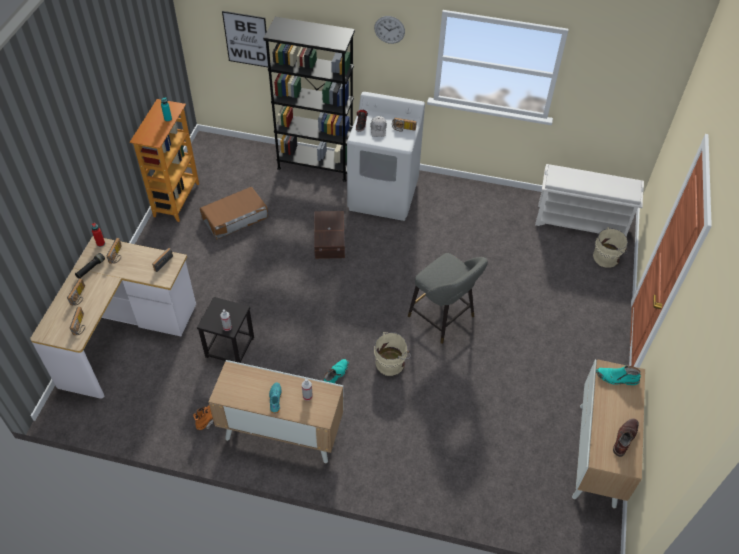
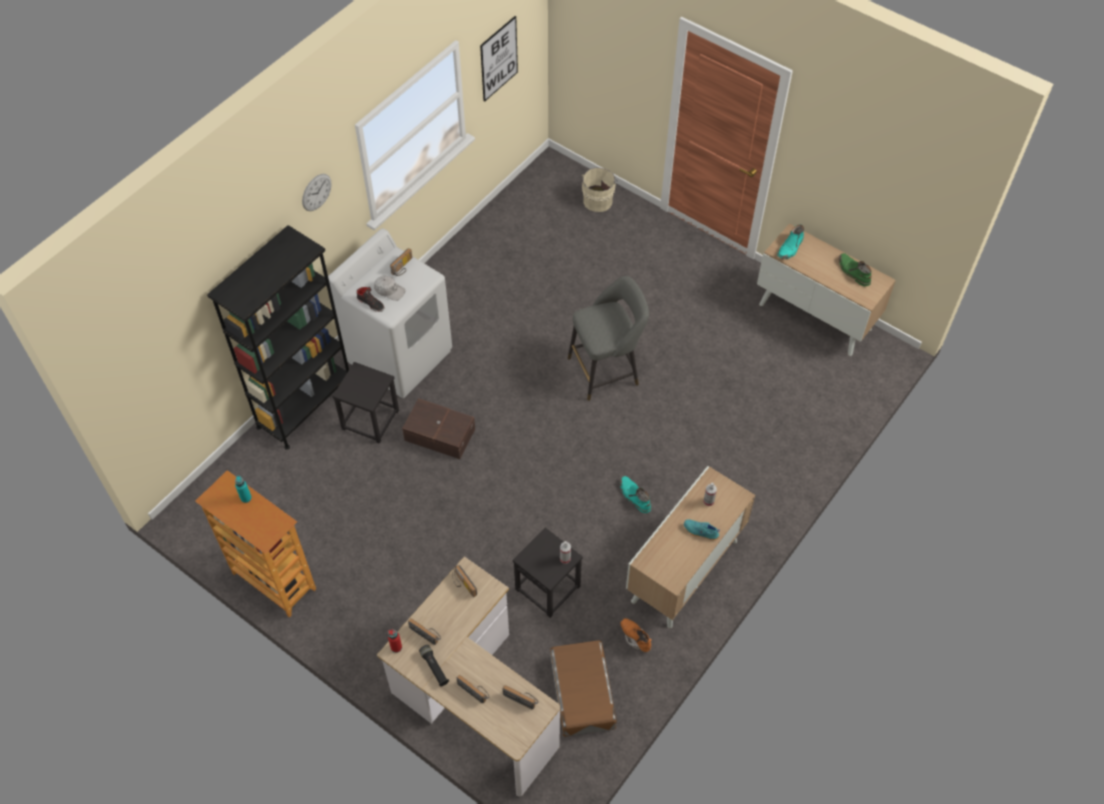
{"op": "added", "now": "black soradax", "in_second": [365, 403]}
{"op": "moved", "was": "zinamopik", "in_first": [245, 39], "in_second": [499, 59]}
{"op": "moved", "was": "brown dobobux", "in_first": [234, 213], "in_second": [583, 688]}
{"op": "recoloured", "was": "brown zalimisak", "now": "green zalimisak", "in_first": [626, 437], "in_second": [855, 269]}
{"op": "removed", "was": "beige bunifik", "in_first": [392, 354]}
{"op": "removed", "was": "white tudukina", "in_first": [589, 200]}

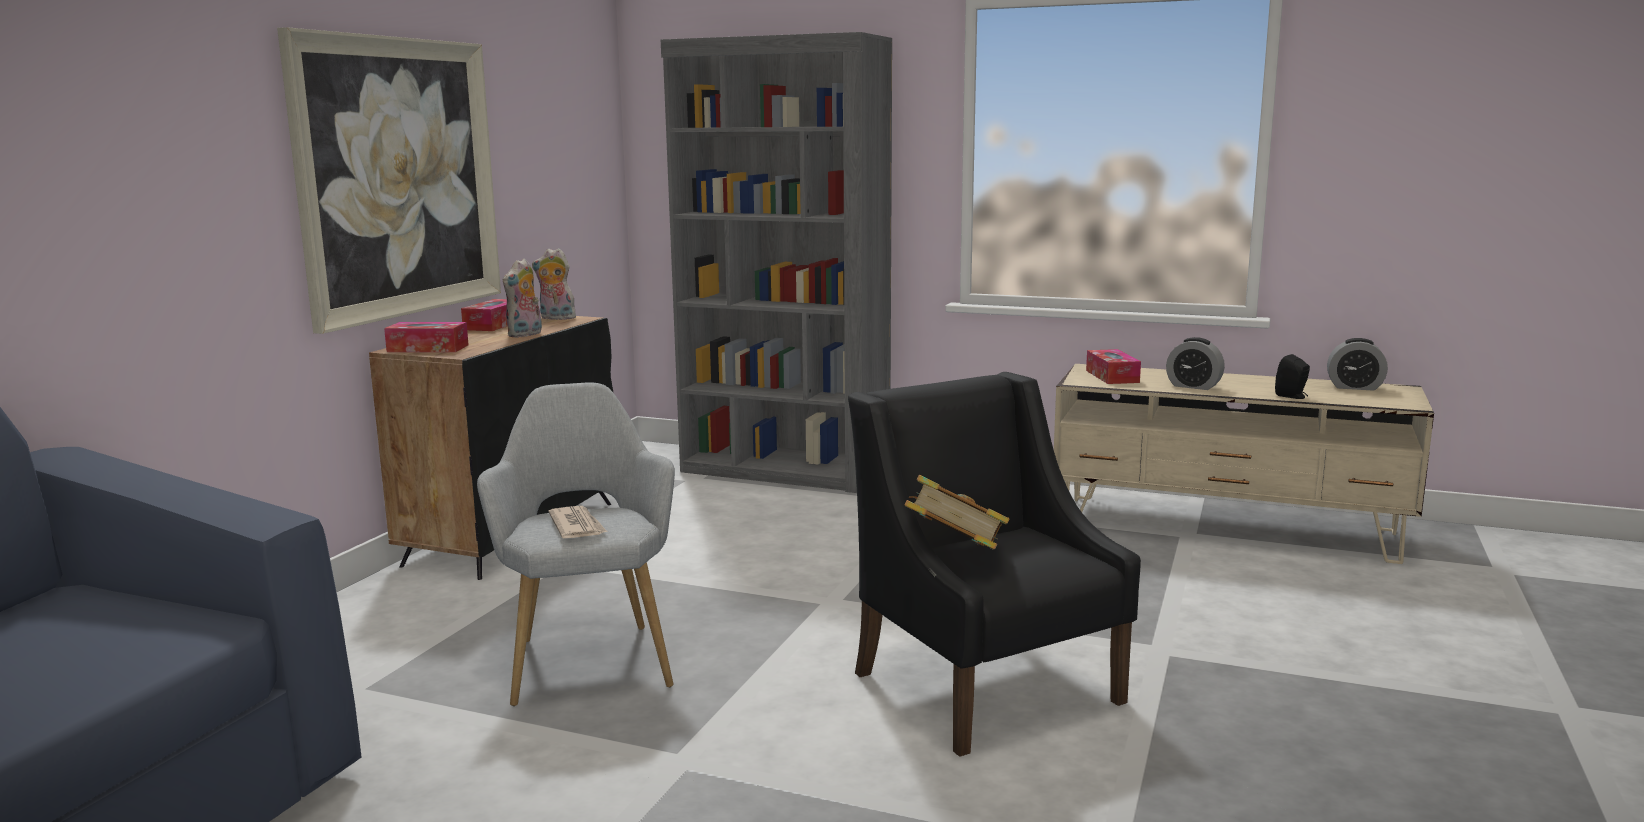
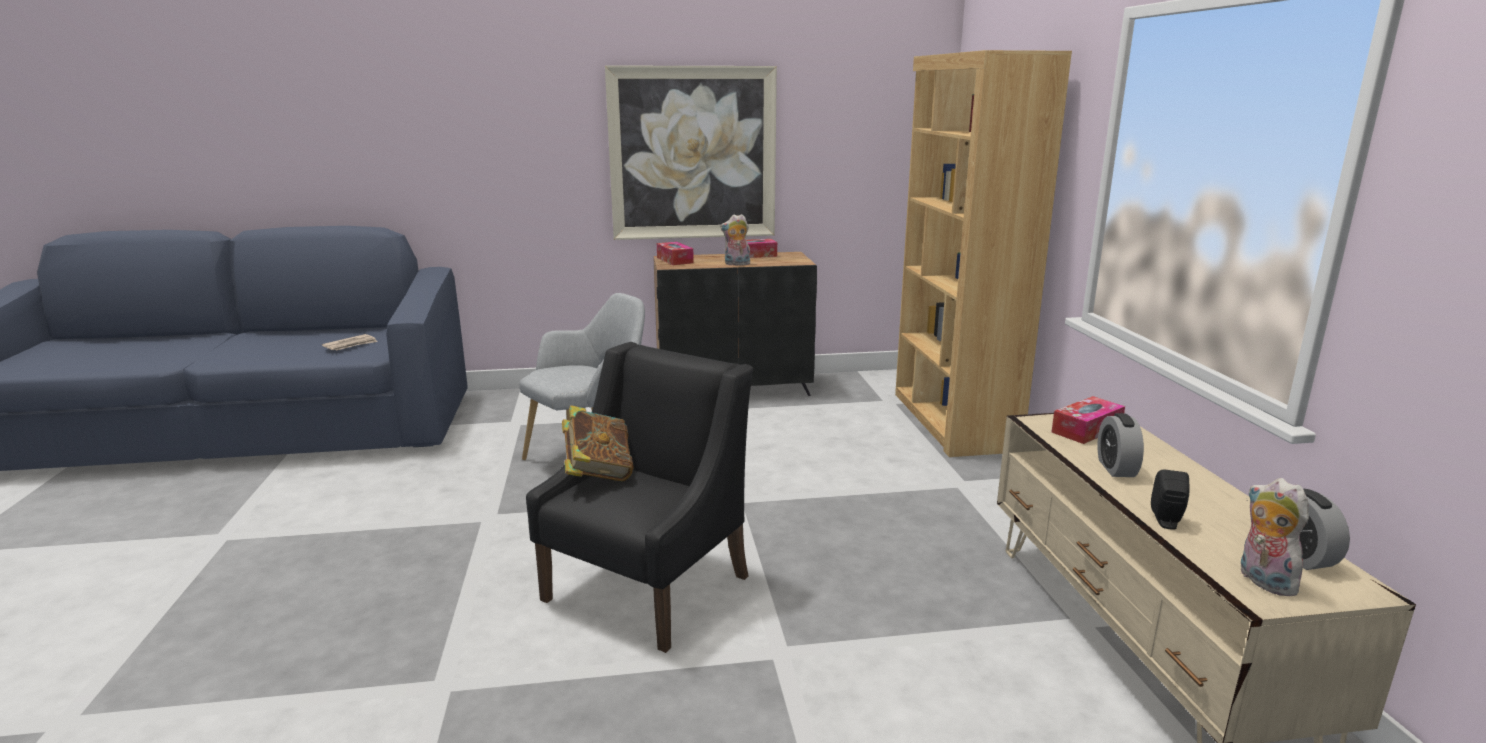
{"op": "moved", "was": "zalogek", "in_first": [578, 522], "in_second": [350, 342]}
{"op": "recoloured", "was": "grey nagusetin", "now": "brown nagusetin", "in_first": [776, 262], "in_second": [983, 253]}
{"op": "moved", "was": "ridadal", "in_first": [555, 284], "in_second": [1274, 537]}

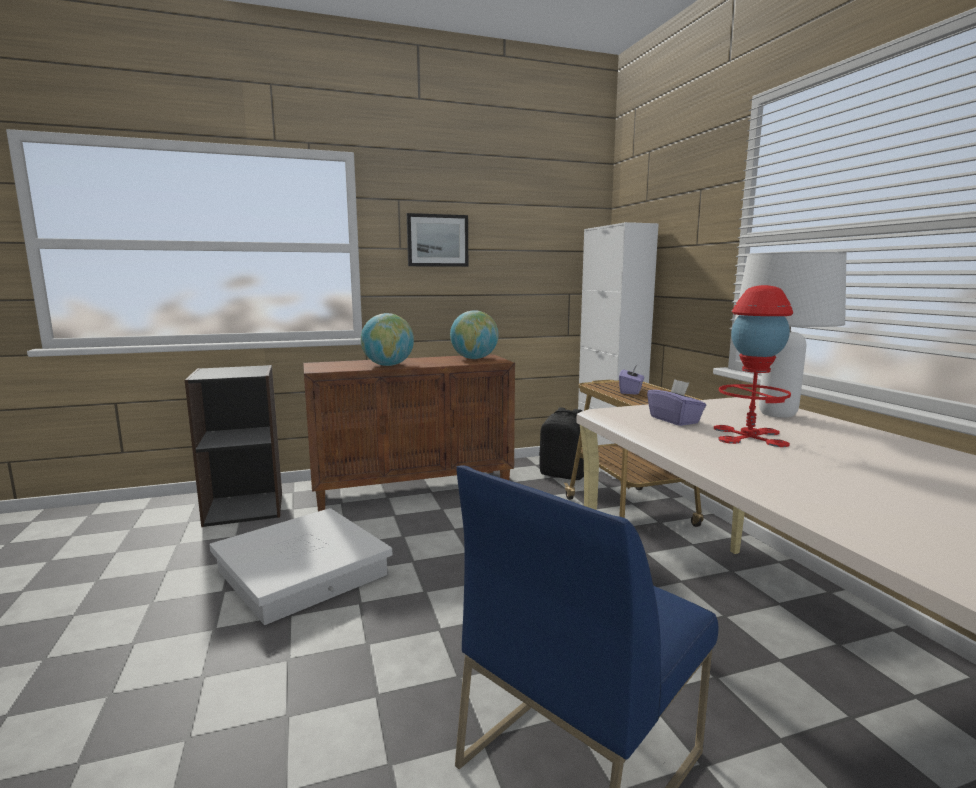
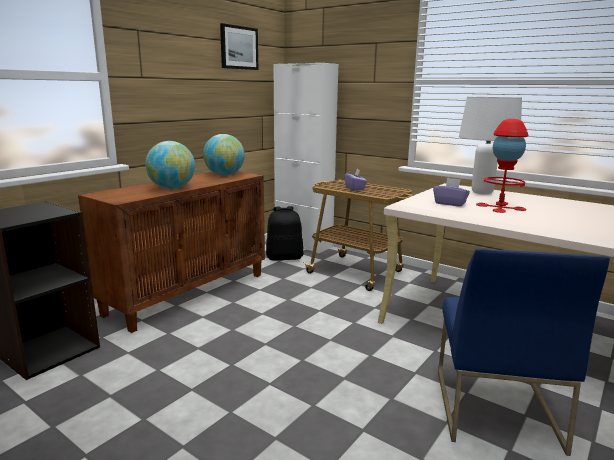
{"op": "moved", "was": "zinamopik", "in_first": [437, 240], "in_second": [239, 46]}
{"op": "removed", "was": "white dobobux", "in_first": [300, 566]}

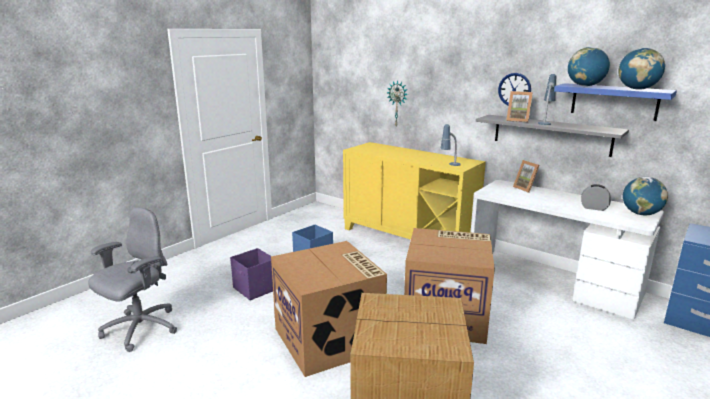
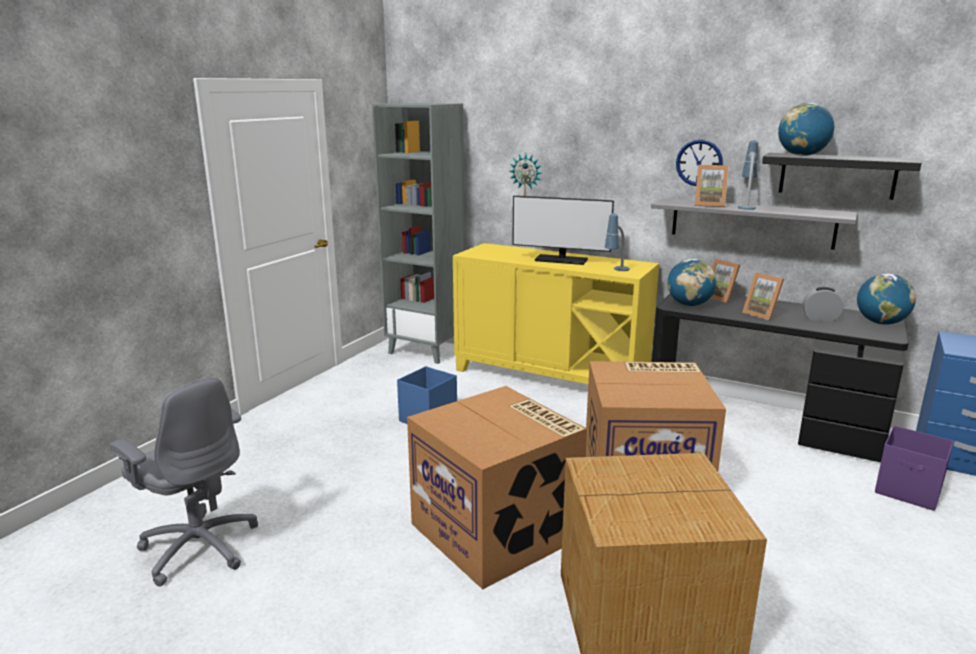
{"op": "turned", "was": "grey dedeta", "in_first": [132, 280], "in_second": [184, 481], "clockwise": 105}
{"op": "added", "now": "grey nagusetin", "in_second": [418, 233]}
{"op": "added", "now": "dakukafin", "in_second": [563, 230]}
{"op": "recoloured", "was": "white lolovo", "now": "black lolovo", "in_first": [567, 249], "in_second": [780, 378]}
{"op": "moved", "was": "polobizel", "in_first": [641, 69], "in_second": [692, 282]}
{"op": "added", "now": "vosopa", "in_second": [763, 296]}
{"op": "recoloured", "was": "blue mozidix", "now": "black mozidix", "in_first": [615, 102], "in_second": [842, 176]}
{"op": "moved", "was": "purple dobobux", "in_first": [251, 274], "in_second": [914, 468]}

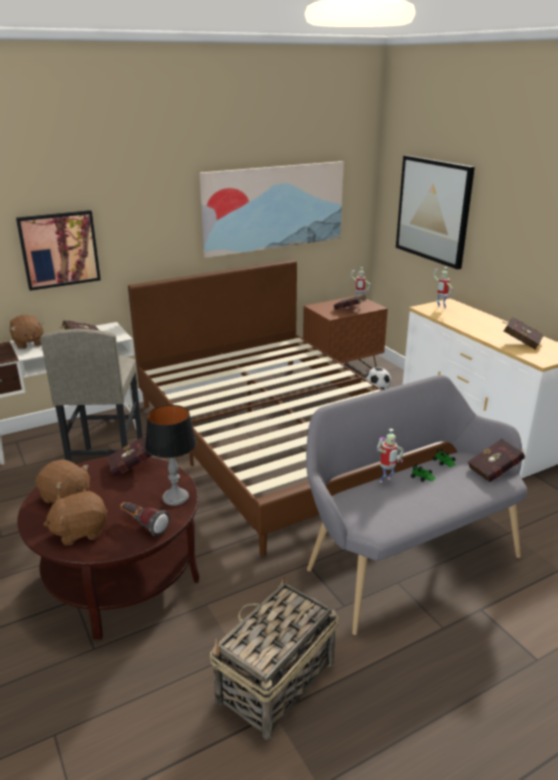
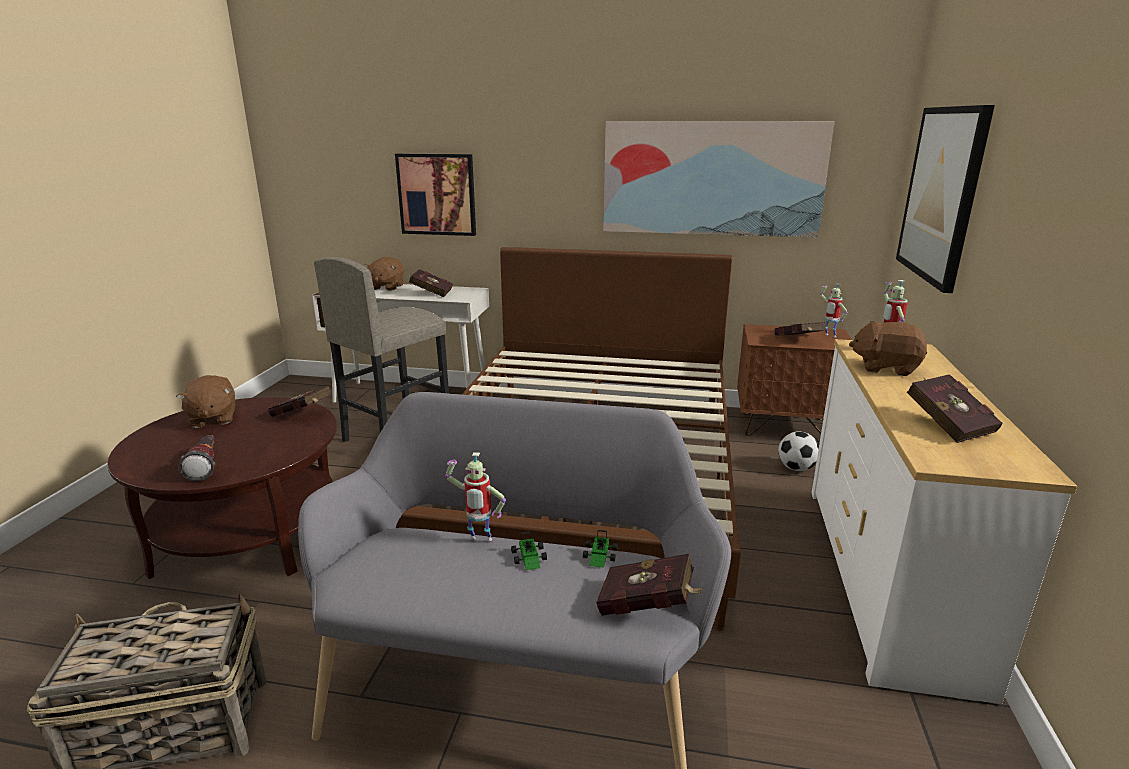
{"op": "moved", "was": "brown ridadal", "in_first": [75, 518], "in_second": [888, 348]}
{"op": "removed", "was": "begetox", "in_first": [171, 455]}

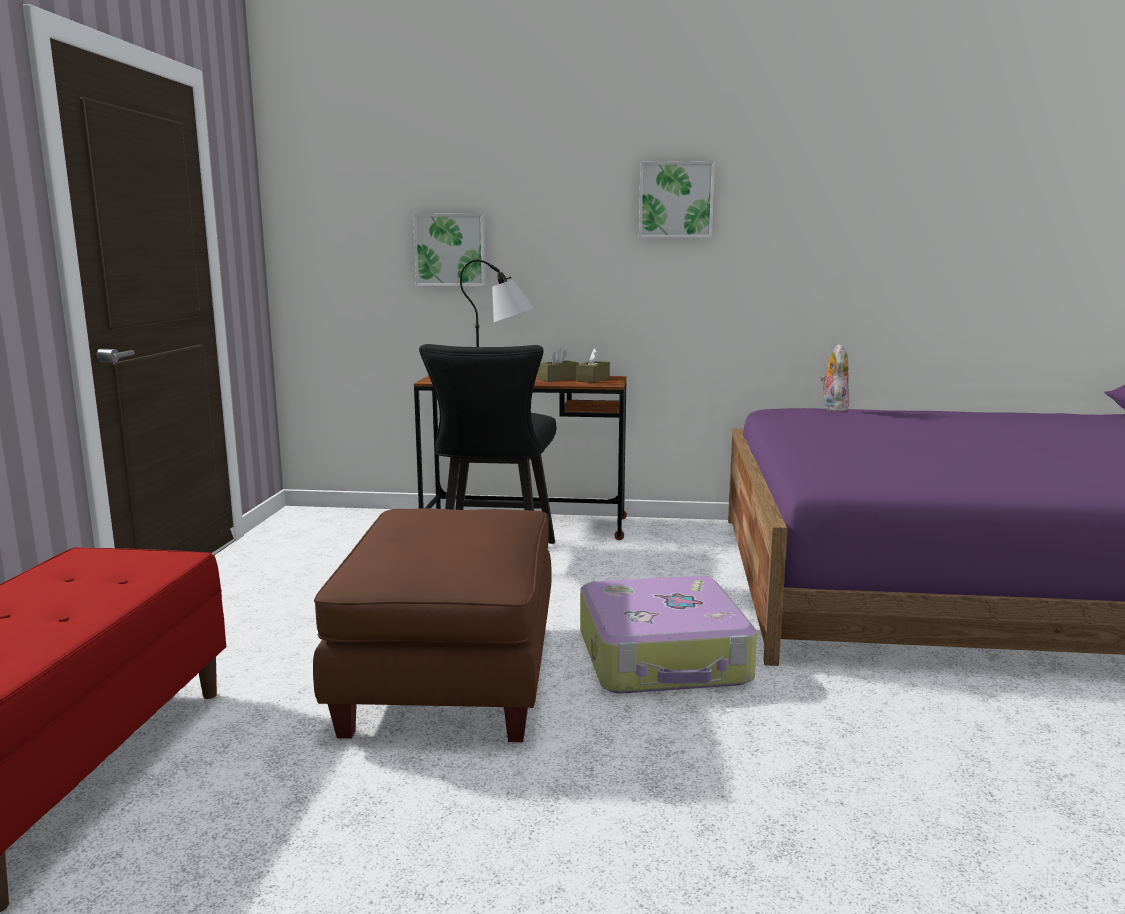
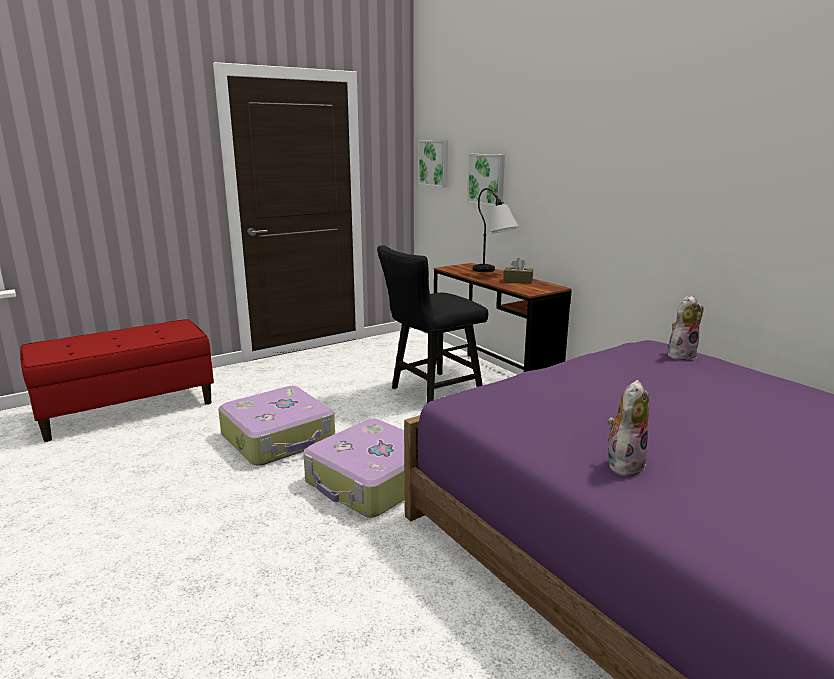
{"op": "replaced", "was": "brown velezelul", "now": "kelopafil", "in_first": [432, 625], "in_second": [276, 426]}
{"op": "moved", "was": "zinamopik", "in_first": [677, 199], "in_second": [433, 164]}
{"op": "added", "now": "ridadal", "in_second": [628, 429]}
{"op": "removed", "was": "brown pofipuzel", "in_first": [593, 365]}

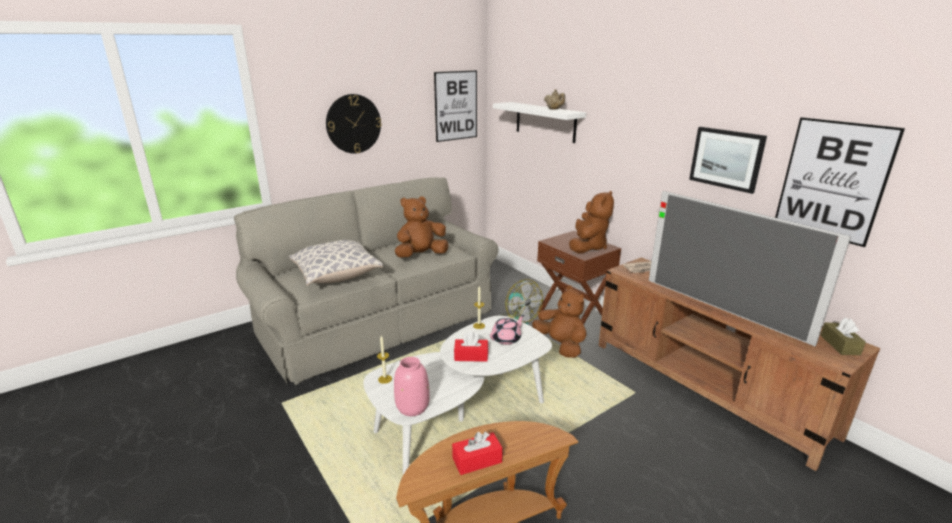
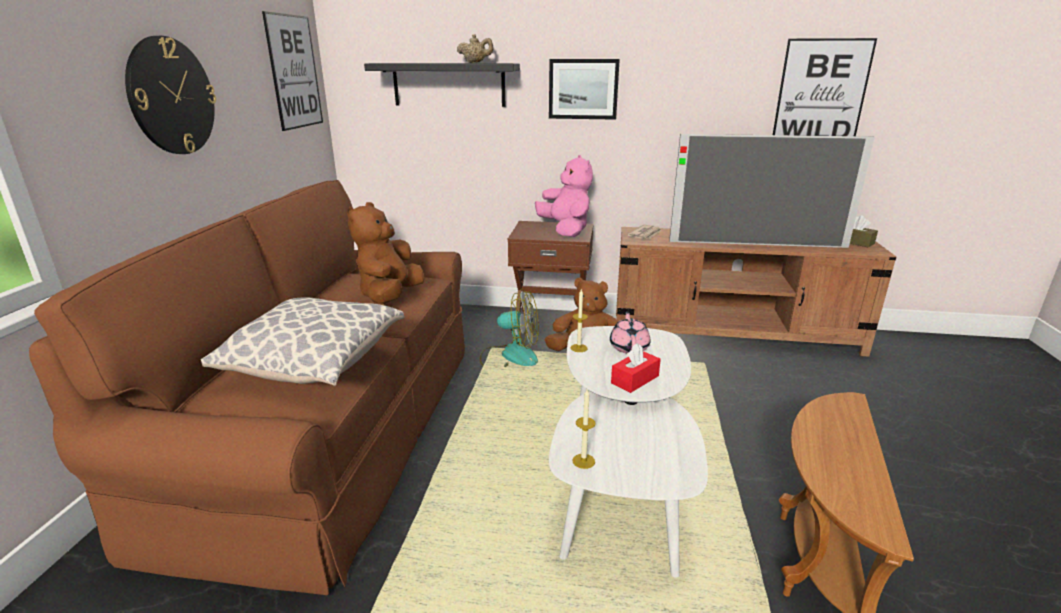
{"op": "recoloured", "was": "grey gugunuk", "now": "brown gugunuk", "in_first": [366, 281], "in_second": [247, 387]}
{"op": "recoloured", "was": "white mozidix", "now": "black mozidix", "in_first": [539, 122], "in_second": [442, 85]}
{"op": "recoloured", "was": "brown ridadal", "now": "pink ridadal", "in_first": [591, 222], "in_second": [564, 196]}
{"op": "moved", "was": "zinamopik", "in_first": [728, 160], "in_second": [584, 89]}
{"op": "removed", "was": "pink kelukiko", "in_first": [412, 386]}
{"op": "removed", "was": "red pofipuzel", "in_first": [477, 453]}

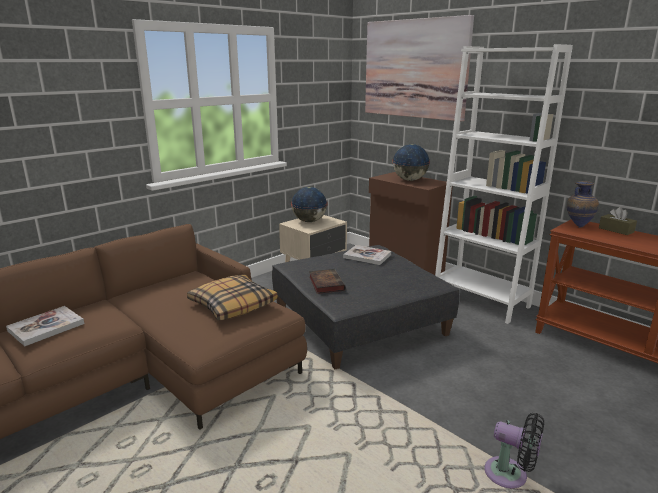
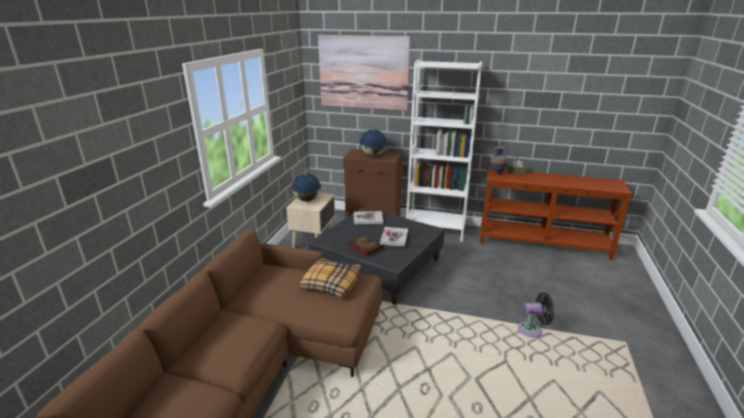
{"op": "moved", "was": "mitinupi", "in_first": [45, 326], "in_second": [394, 237]}

